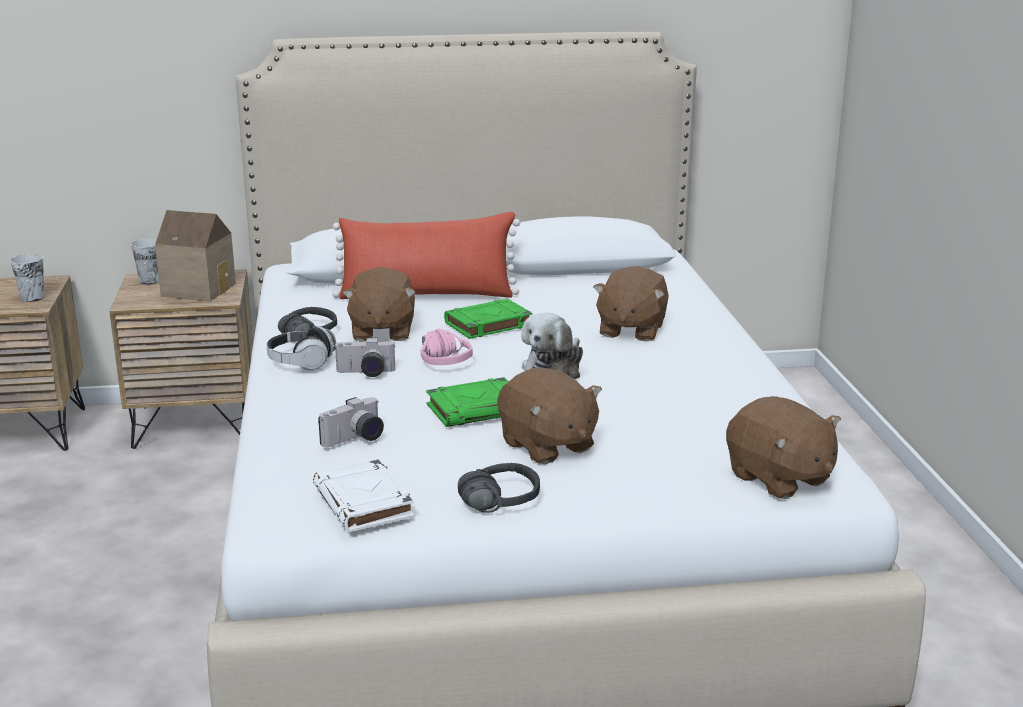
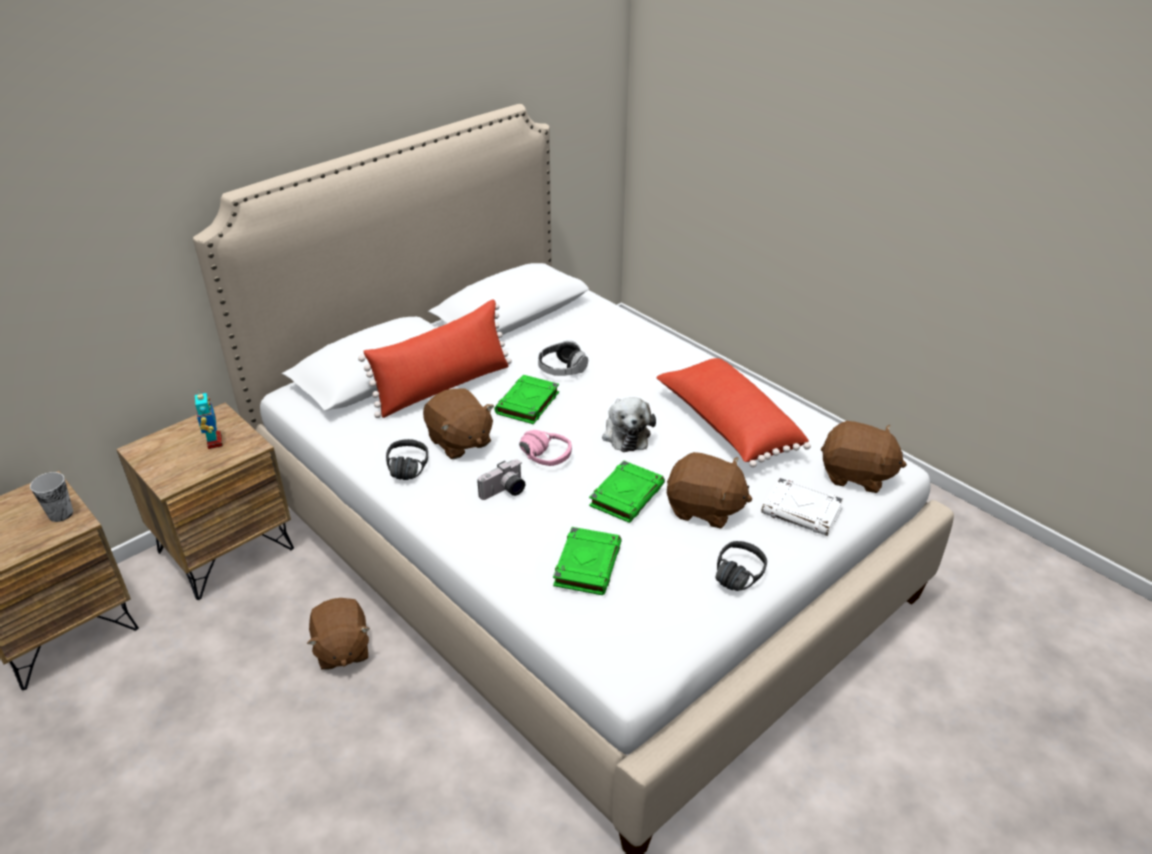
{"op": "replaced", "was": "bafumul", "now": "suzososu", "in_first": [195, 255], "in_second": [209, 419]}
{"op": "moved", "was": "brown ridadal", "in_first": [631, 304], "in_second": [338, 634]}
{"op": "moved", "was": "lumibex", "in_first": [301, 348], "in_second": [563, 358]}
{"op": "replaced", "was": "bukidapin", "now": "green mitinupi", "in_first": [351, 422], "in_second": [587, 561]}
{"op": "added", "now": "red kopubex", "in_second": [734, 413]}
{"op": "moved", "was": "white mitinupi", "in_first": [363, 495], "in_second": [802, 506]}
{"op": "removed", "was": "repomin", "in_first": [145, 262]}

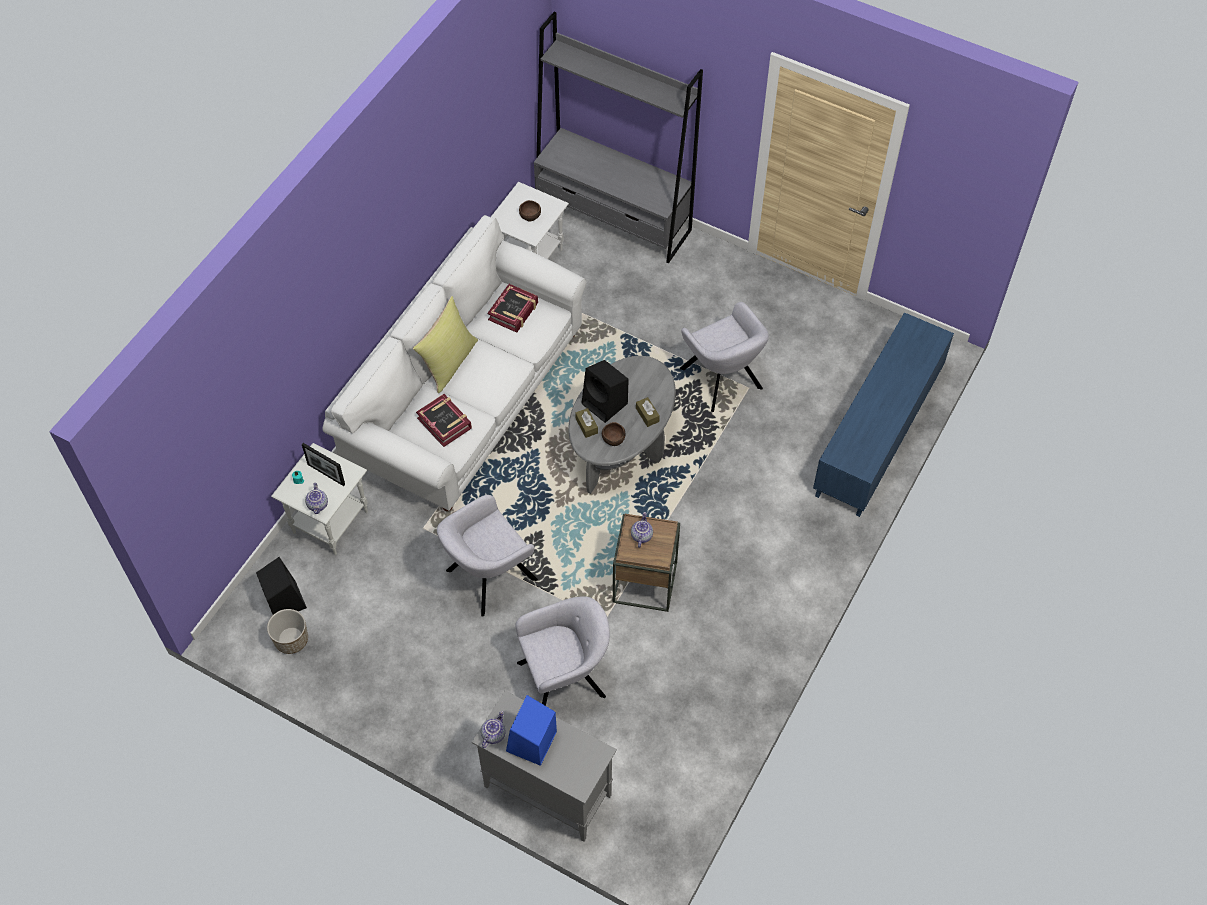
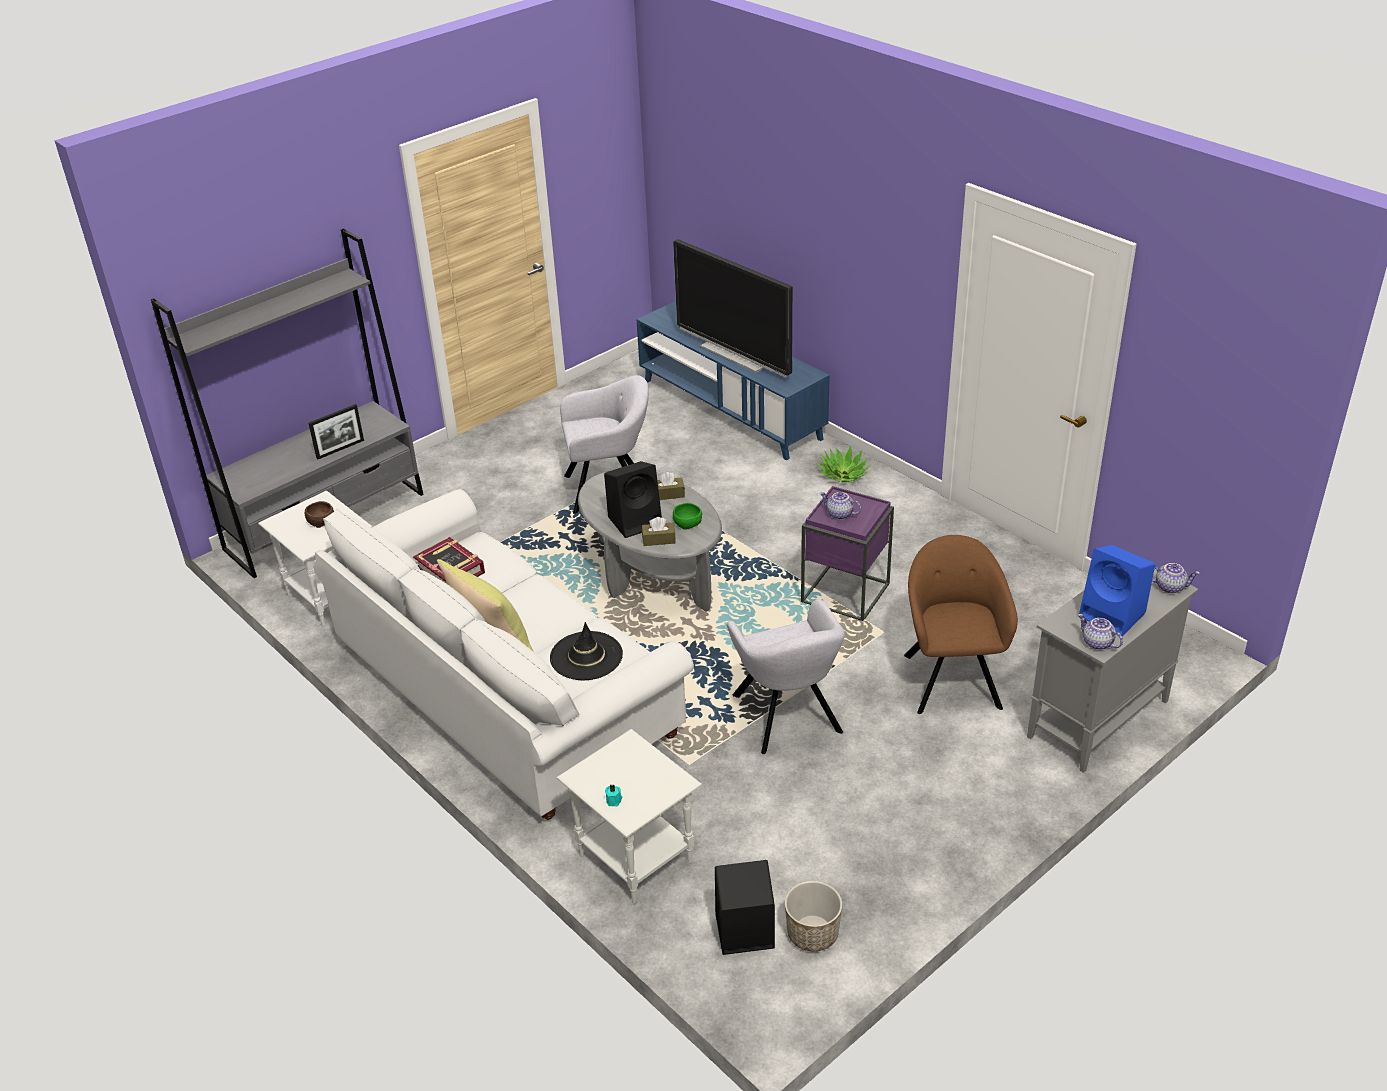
{"op": "moved", "was": "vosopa", "in_first": [323, 464], "in_second": [336, 431]}
{"op": "replaced", "was": "mitinupi", "now": "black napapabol", "in_first": [444, 420], "in_second": [586, 651]}
{"op": "added", "now": "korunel", "in_second": [733, 308]}
{"op": "recoloured", "was": "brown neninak", "now": "green neninak", "in_first": [614, 434], "in_second": [687, 516]}
{"op": "recoloured", "was": "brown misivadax", "now": "purple misivadax", "in_first": [646, 563], "in_second": [847, 553]}
{"op": "added", "now": "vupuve", "in_second": [843, 464]}
{"op": "recoloured", "was": "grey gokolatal", "now": "brown gokolatal", "in_first": [562, 651], "in_second": [961, 624]}
{"op": "moved", "was": "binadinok", "in_first": [316, 498], "in_second": [1176, 578]}

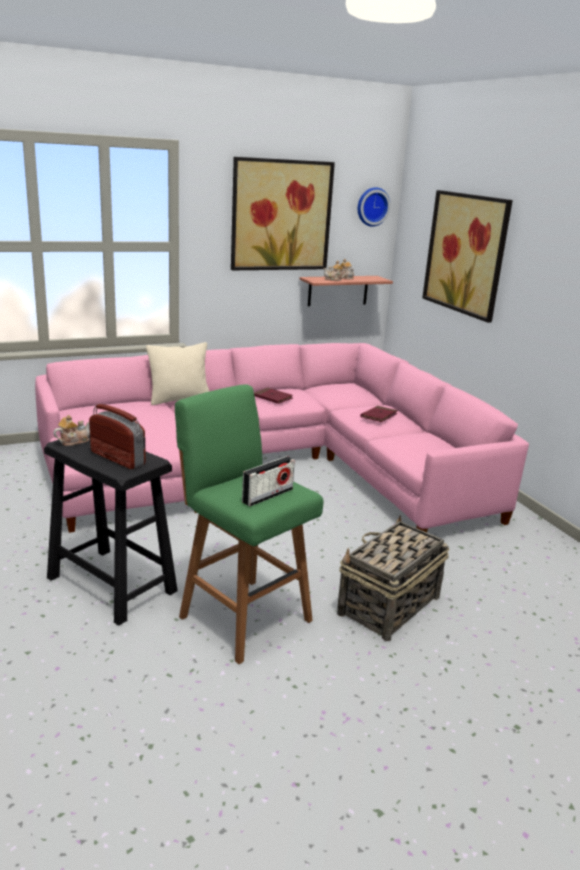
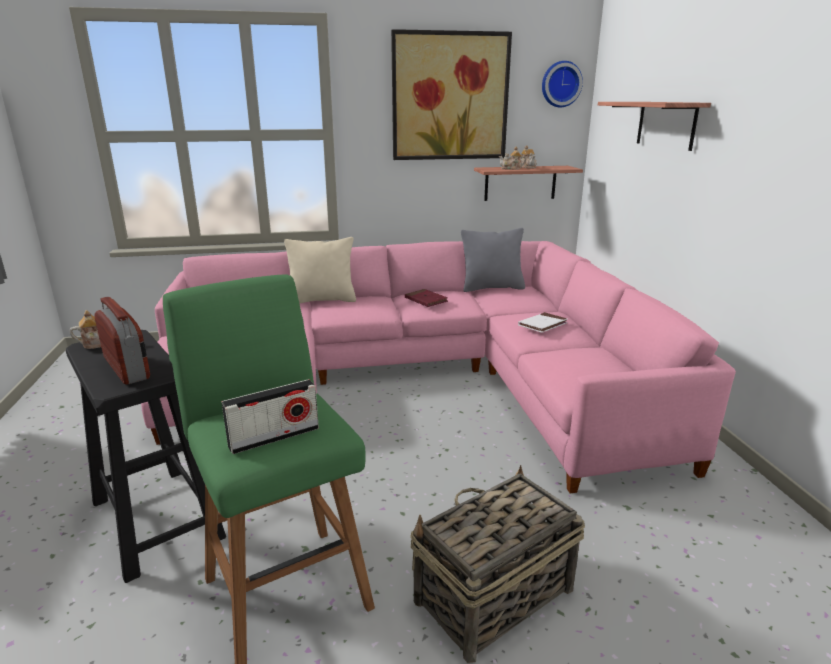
{"op": "added", "now": "grey kopubex", "in_second": [493, 260]}
{"op": "recoloured", "was": "red mitinupi", "now": "white mitinupi", "in_first": [379, 414], "in_second": [543, 322]}
{"op": "replaced", "was": "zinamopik", "now": "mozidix", "in_first": [467, 256], "in_second": [654, 126]}

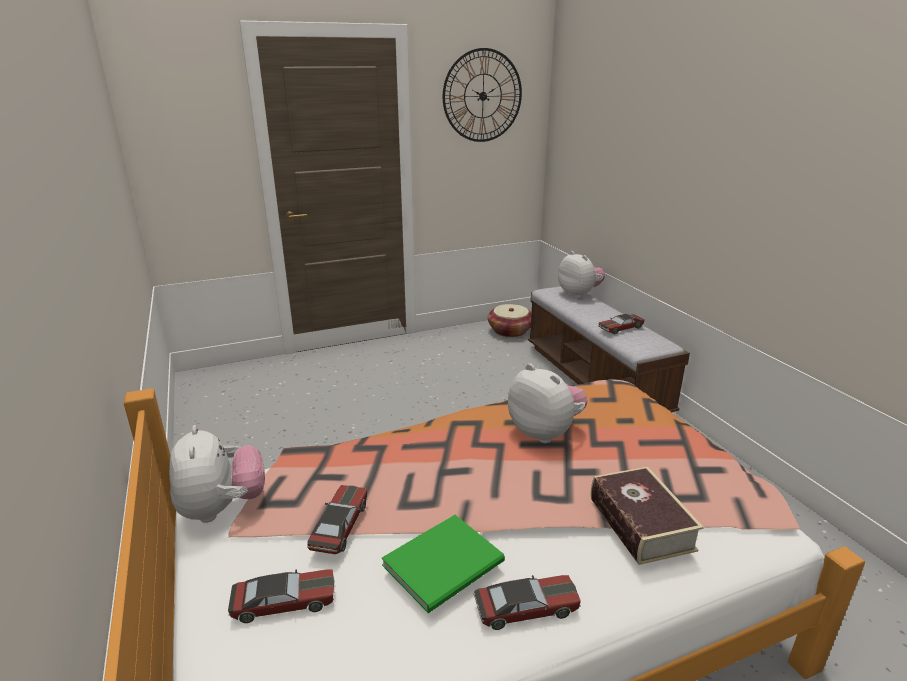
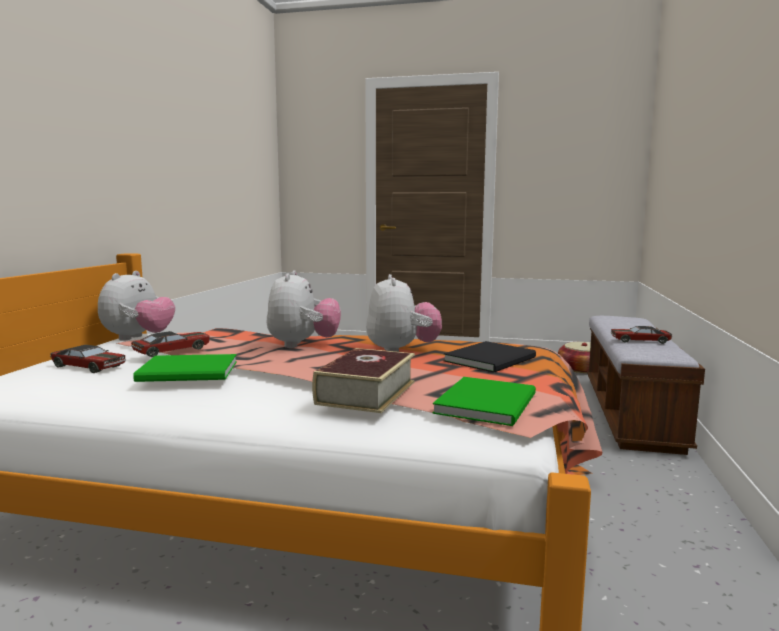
{"op": "moved", "was": "ridadal", "in_first": [581, 274], "in_second": [304, 309]}
{"op": "added", "now": "green mitinupi", "in_second": [484, 401]}
{"op": "added", "now": "black mitinupi", "in_second": [490, 356]}
{"op": "removed", "was": "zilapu", "in_first": [482, 95]}
{"op": "removed", "was": "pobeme", "in_first": [527, 602]}

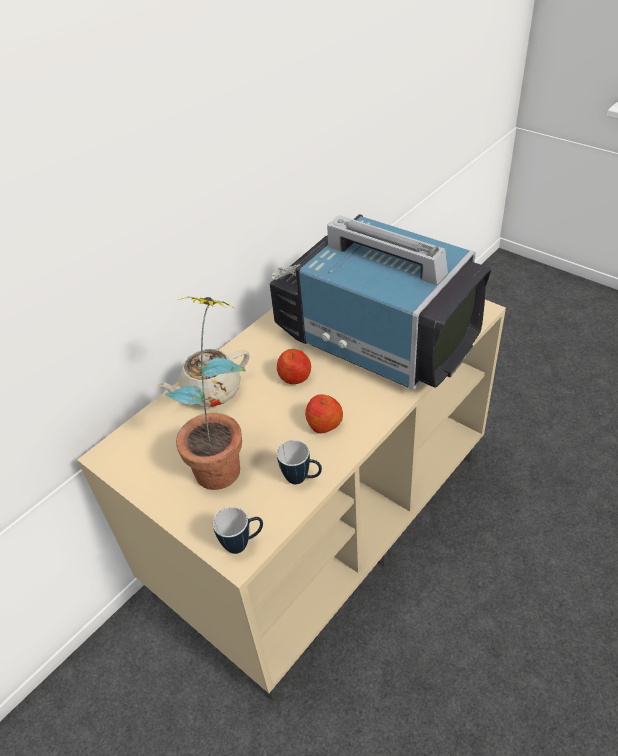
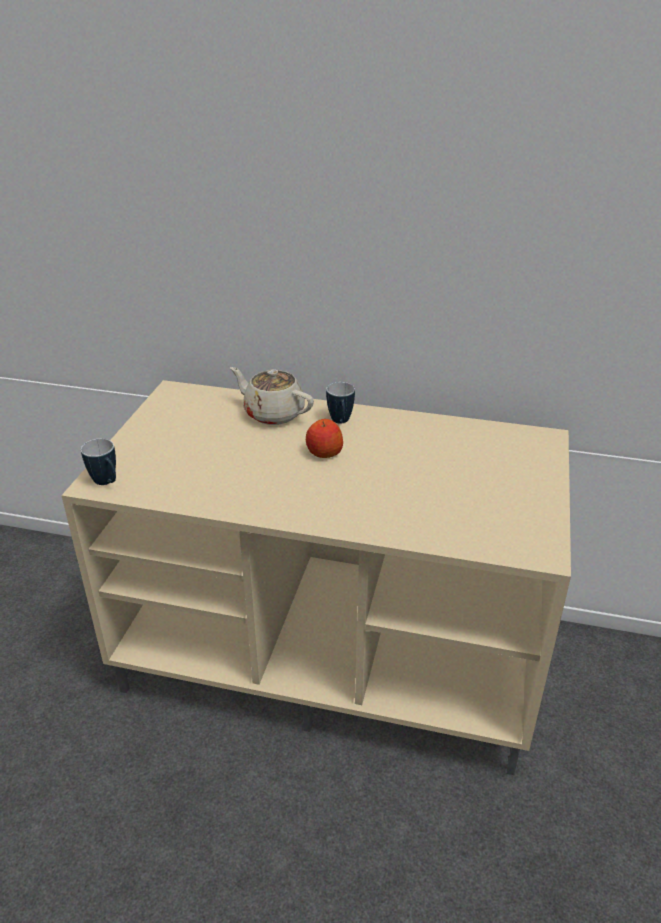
{"op": "moved", "was": "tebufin", "in_first": [299, 462], "in_second": [340, 403]}
{"op": "removed", "was": "vupuve", "in_first": [205, 393]}
{"op": "removed", "was": "korunel", "in_first": [380, 302]}
{"op": "removed", "was": "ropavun", "in_first": [324, 413]}

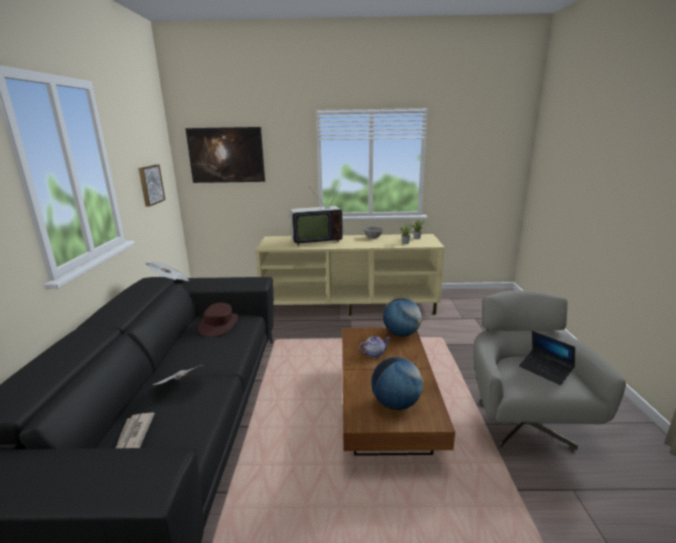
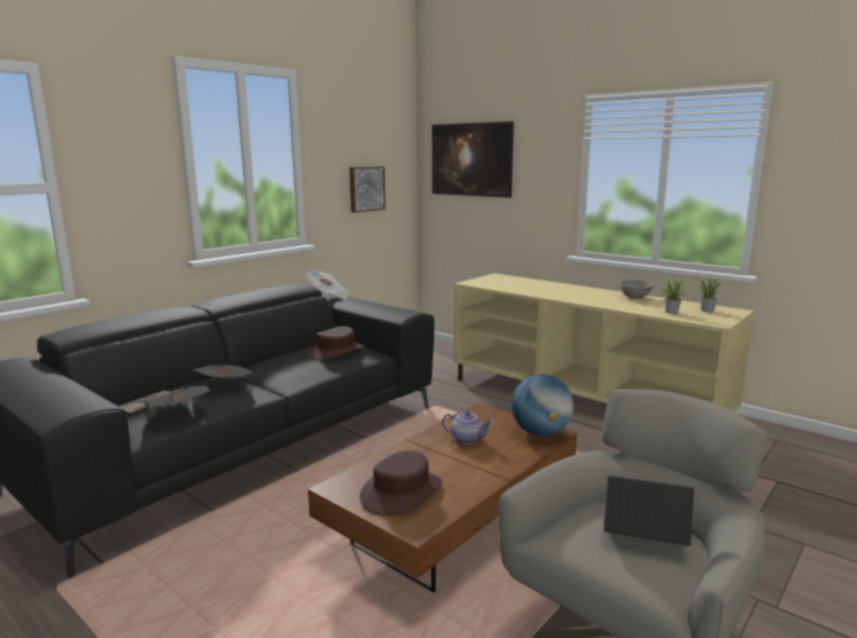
{"op": "added", "now": "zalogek", "in_second": [176, 397]}
{"op": "replaced", "was": "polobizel", "now": "brown napapabol", "in_first": [397, 383], "in_second": [401, 483]}
{"op": "turned", "was": "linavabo", "in_first": [547, 358], "in_second": [649, 511], "clockwise": 105}
{"op": "removed", "was": "korunel", "in_first": [316, 215]}

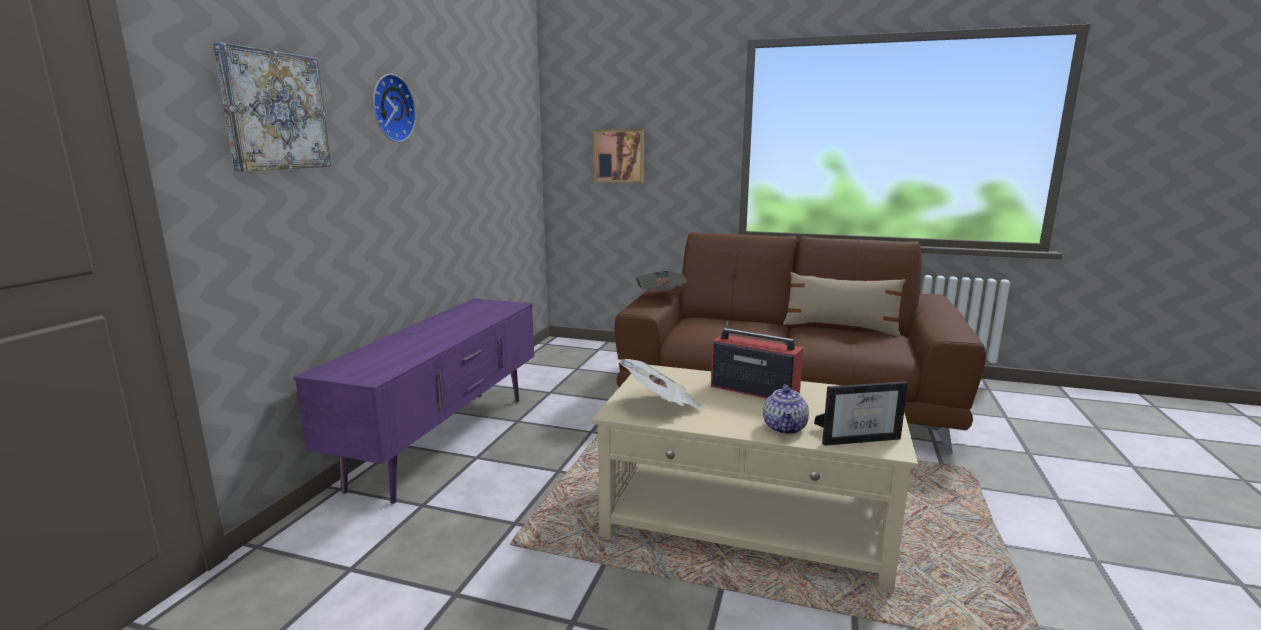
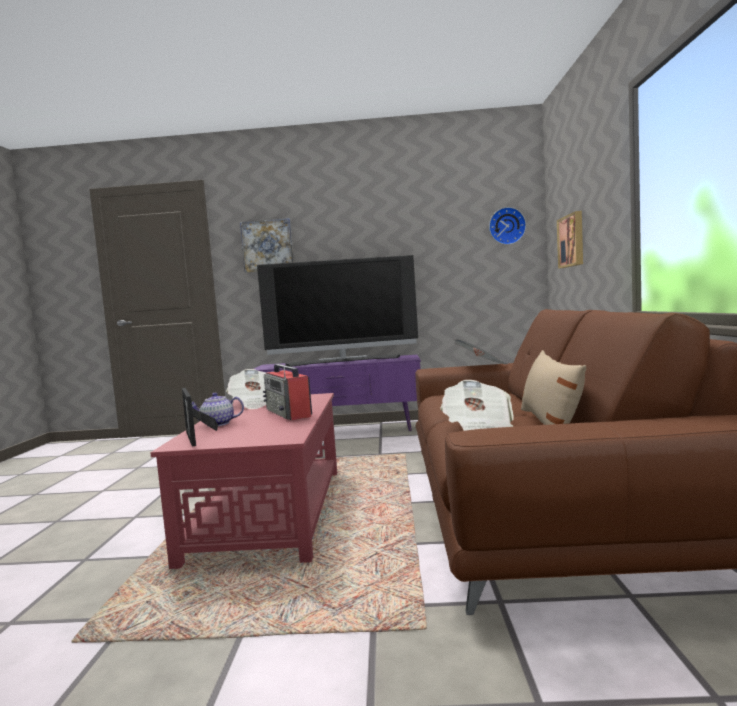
{"op": "recoloured", "was": "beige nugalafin", "now": "red nugalafin", "in_first": [755, 479], "in_second": [243, 481]}
{"op": "added", "now": "korunel", "in_second": [337, 311]}
{"op": "turned", "was": "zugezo", "in_first": [757, 360], "in_second": [287, 392], "clockwise": 135}
{"op": "added", "now": "zalogek", "in_second": [477, 405]}
{"op": "moved", "was": "zilapu", "in_first": [394, 108], "in_second": [507, 226]}

